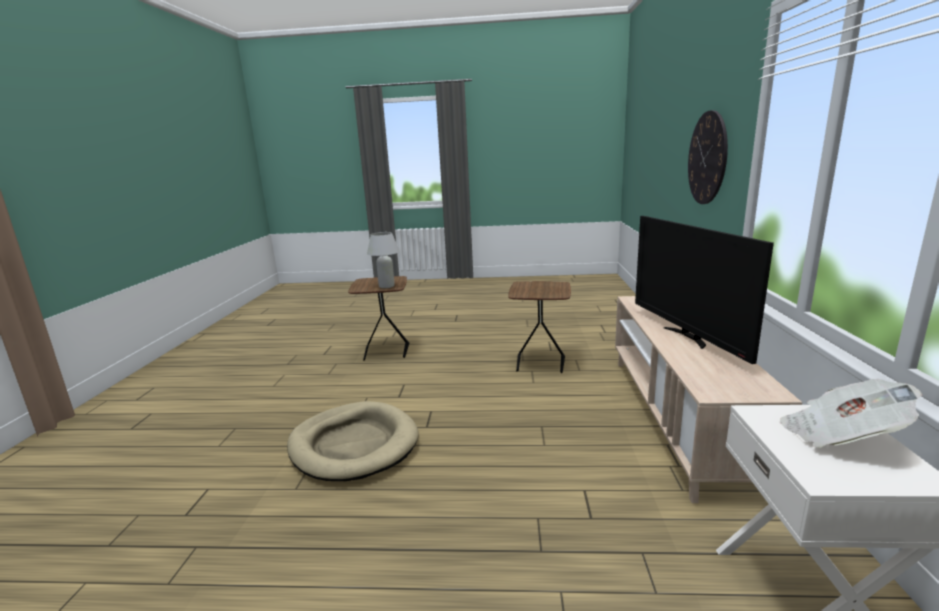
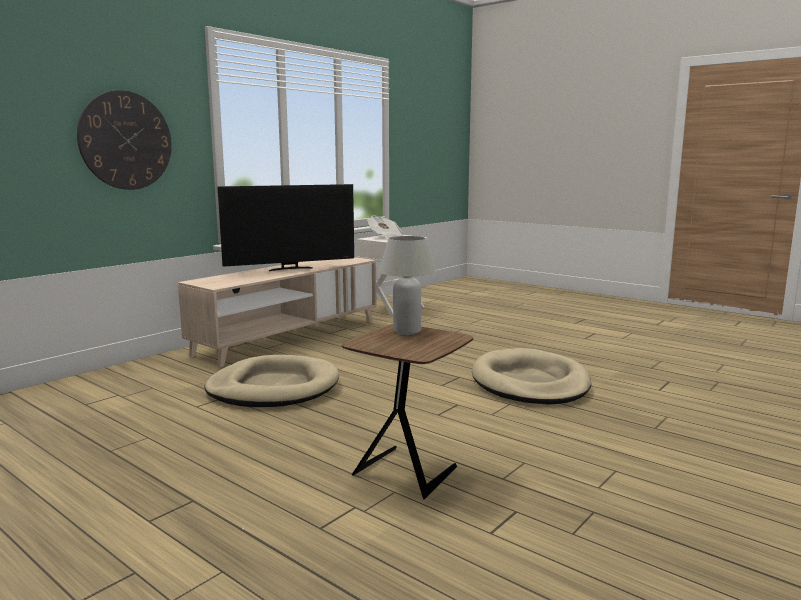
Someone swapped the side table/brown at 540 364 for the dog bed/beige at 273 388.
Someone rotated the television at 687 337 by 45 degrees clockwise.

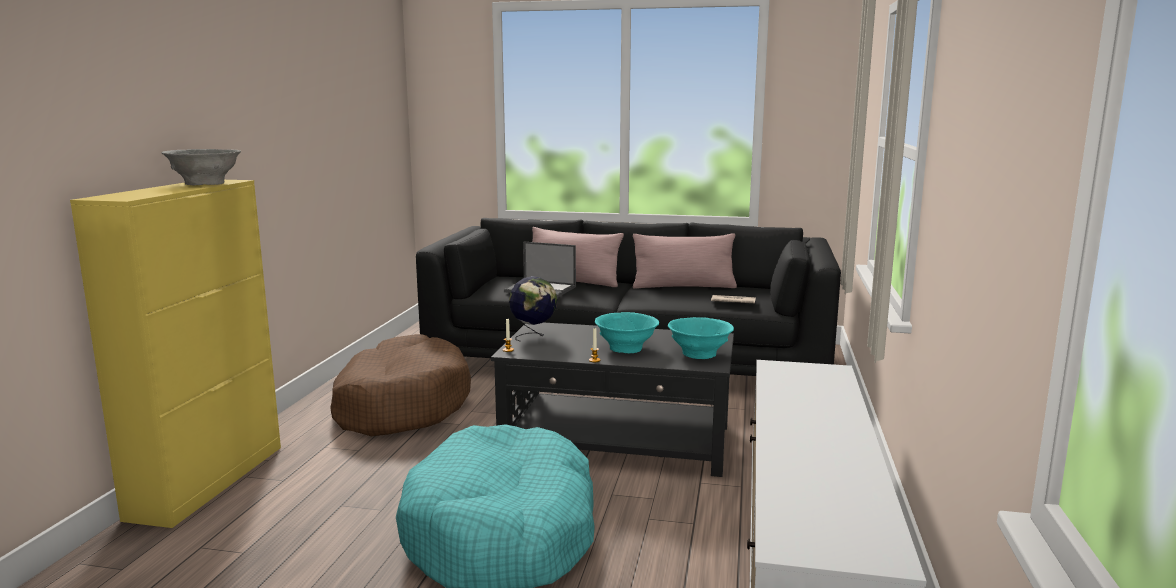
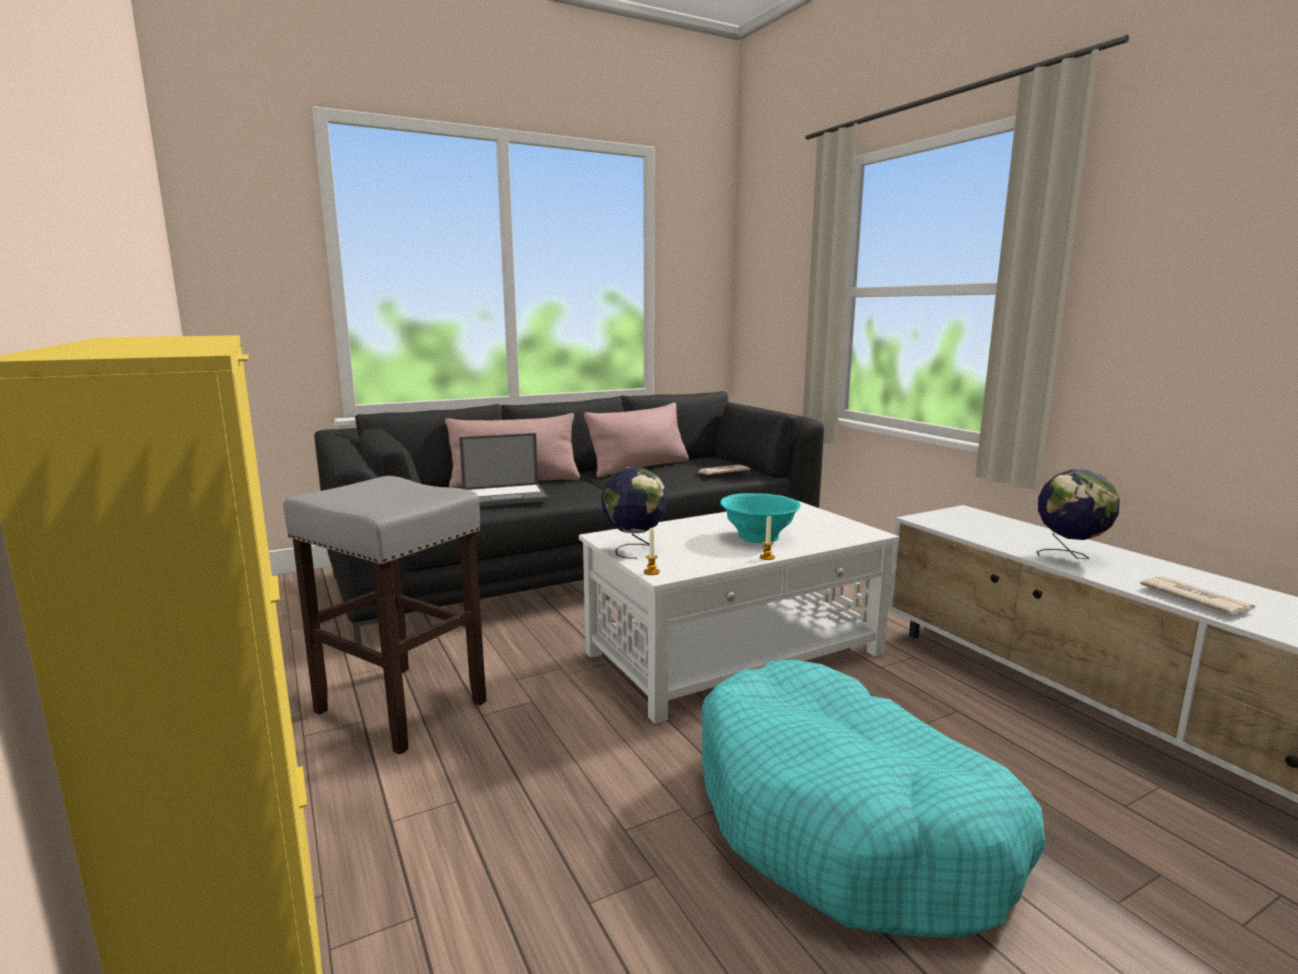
Someone took away the bowl/grey at 205 183.
Someone swapped the dog bed/brown at 400 405 for the stool/grey at 403 707.
Someone repainted the coffee table/black at 618 441, which became the coffee table/white at 736 653.
Someone took away the bowl/turquoise at 699 354.
Someone put down the globe at 1070 556.
Someone put down the newspaper at 1194 599.

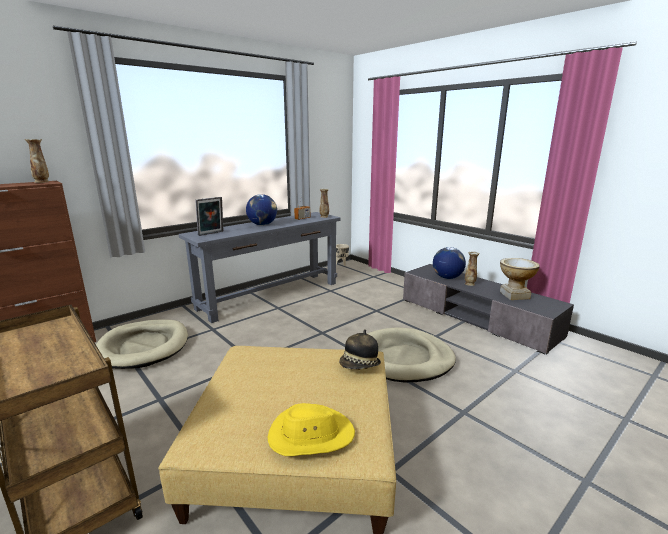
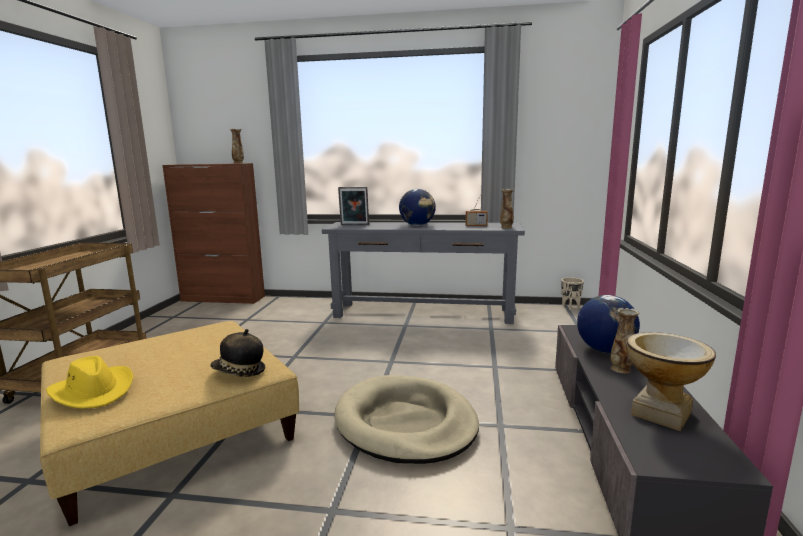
Someone took away the dog bed/beige at 144 347.

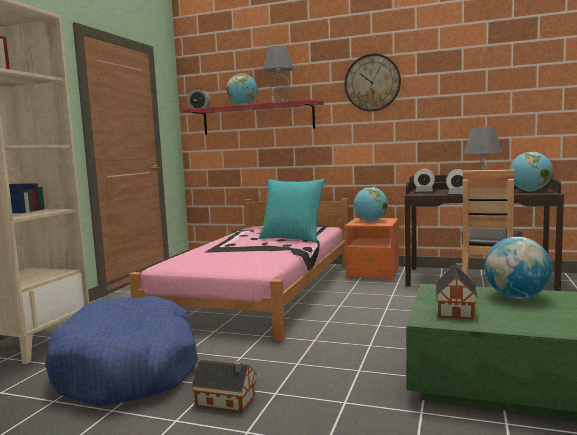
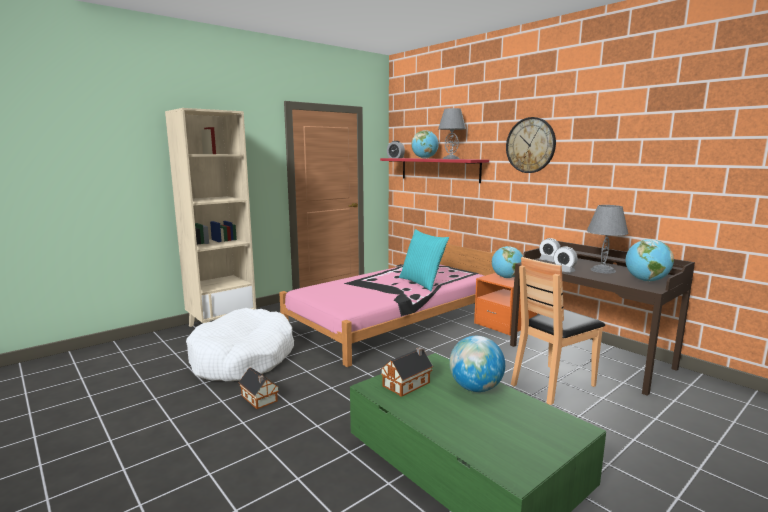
Someone repainted the dog bed/blue at 129 369, which became the dog bed/white at 243 358.

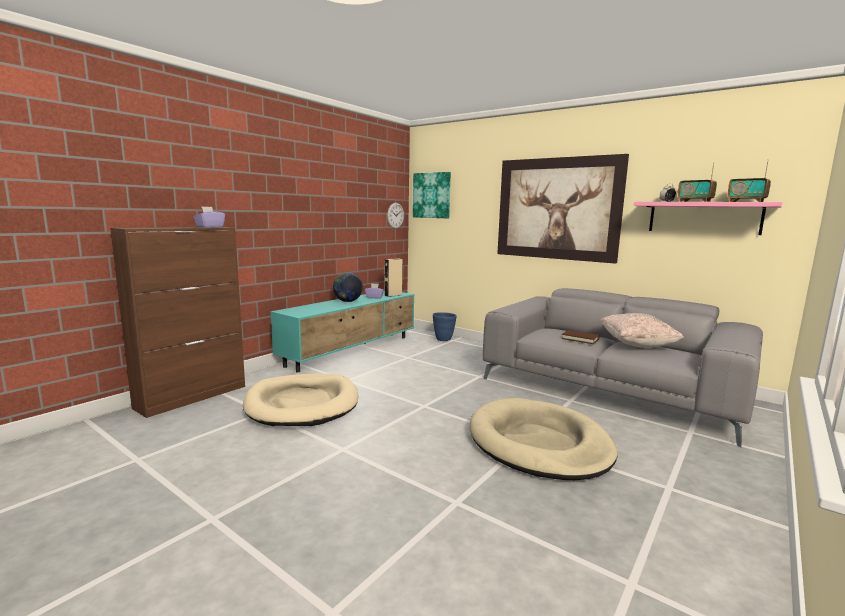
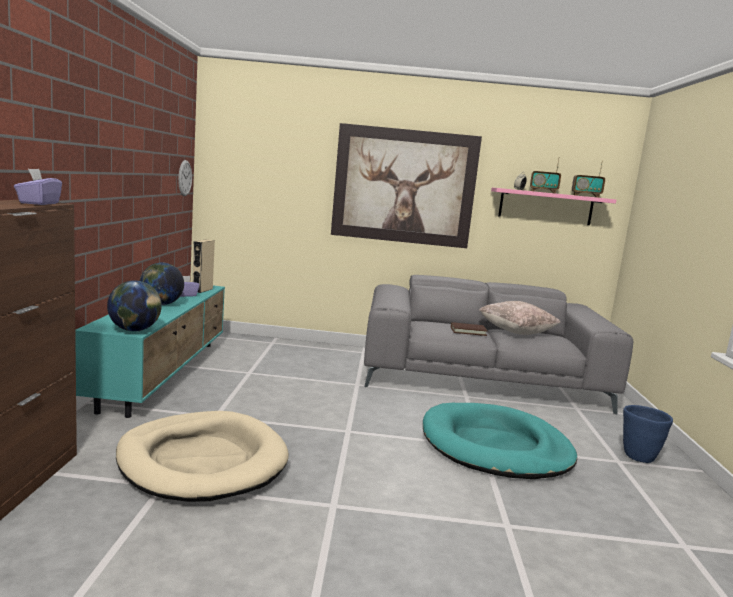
Someone took away the picture at 432 195.
Someone carried the planter/blue from 443 339 to 638 457.
Someone repainted the dog bed/beige at 539 443, which became the dog bed/turquoise at 495 447.
Someone put down the globe at 134 330.

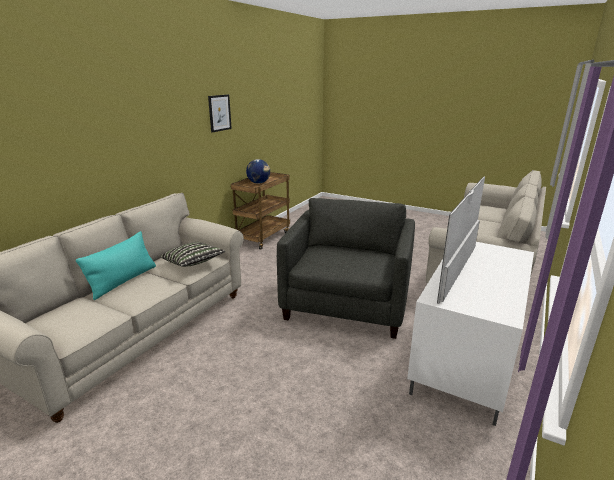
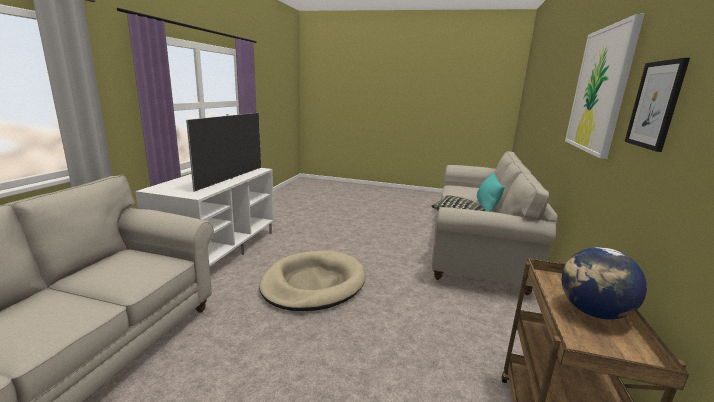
Someone swapped the armchair/grey at 347 304 for the dog bed/beige at 313 284.
Someone put up the picture at 599 90.

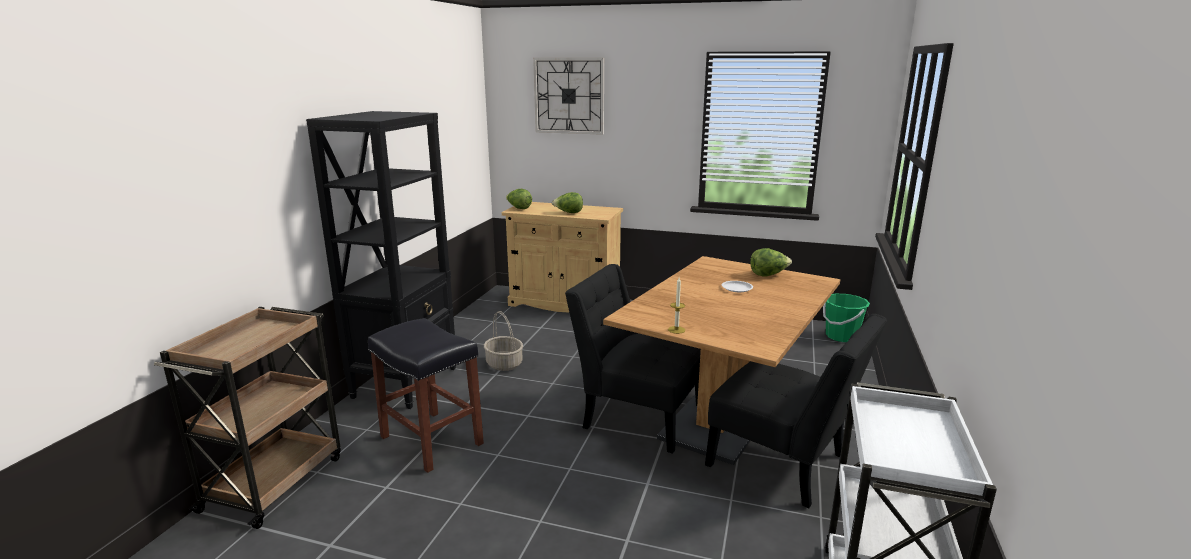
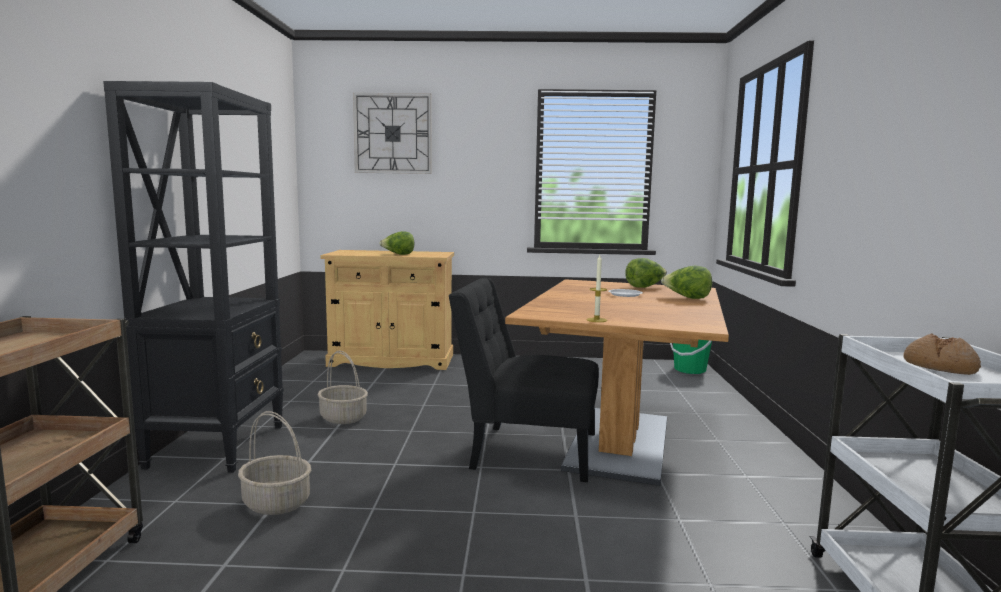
Someone swapped the stool/black at 433 440 for the basket at 277 503.
Someone carried the lettuce from 519 208 to 687 298.
Someone took away the chair/black at 783 464.
Someone put down the bread at 939 367.

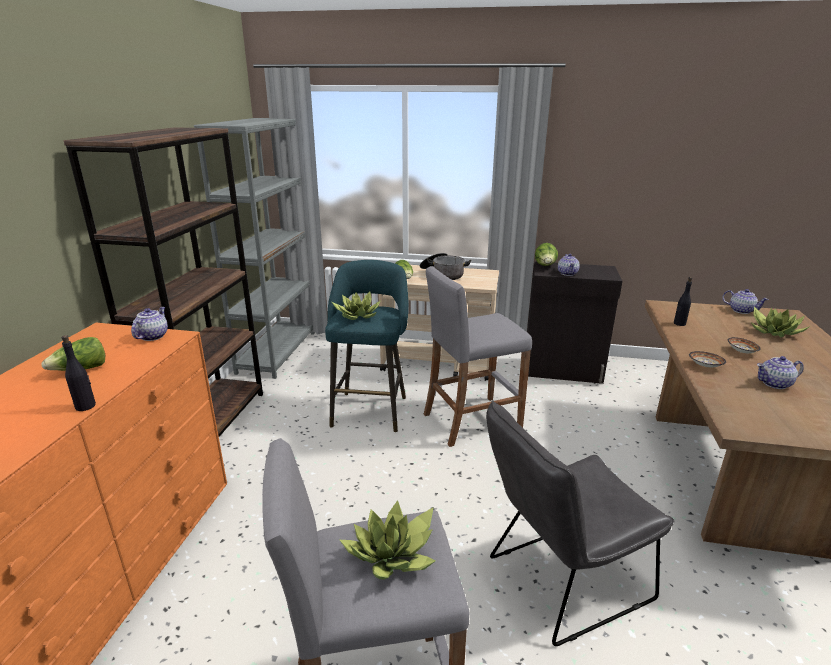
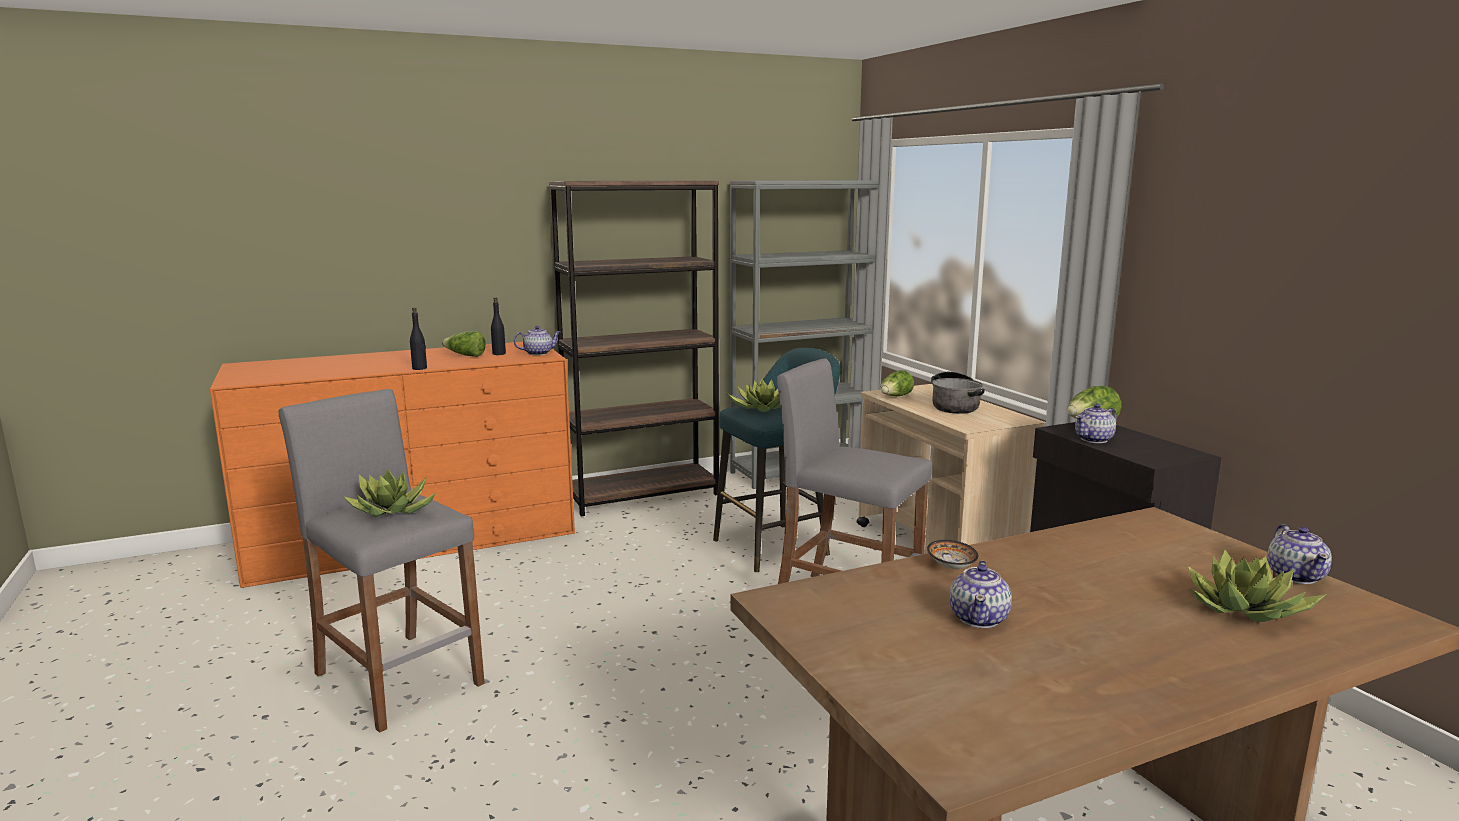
Someone took away the chair/grey at 560 581.
Someone carried the bottle/black from 679 324 to 499 354.
Someone took away the bowl at 741 352.
Someone rotated the teapot at 775 384 by 120 degrees counterclockwise.

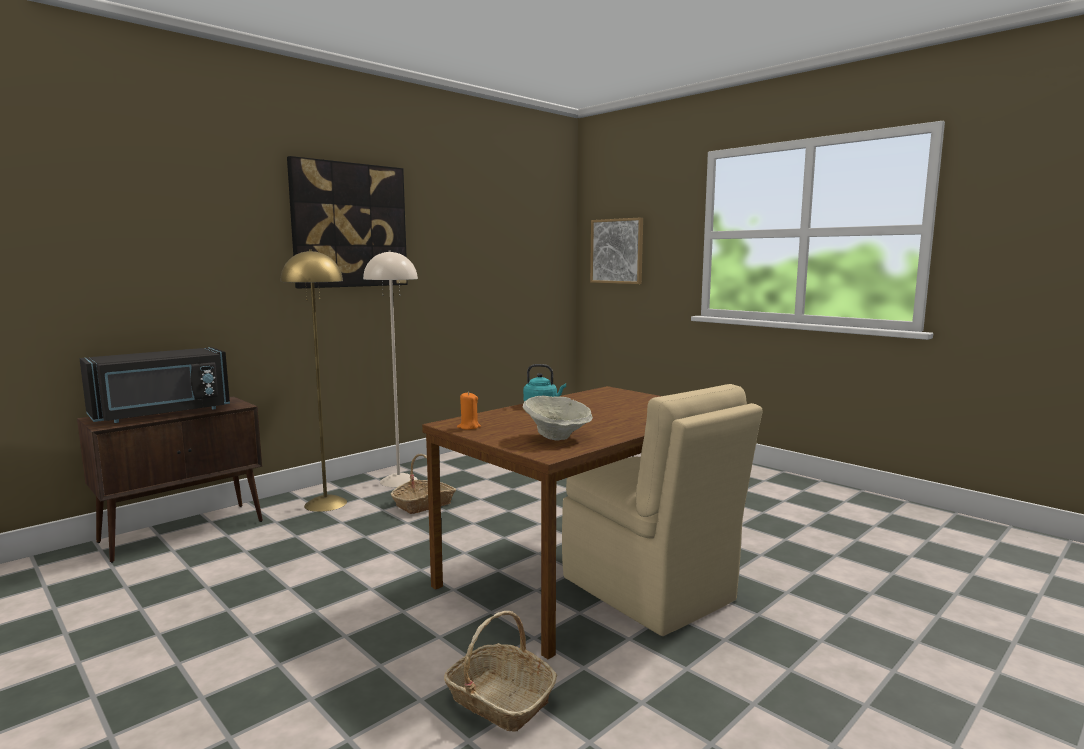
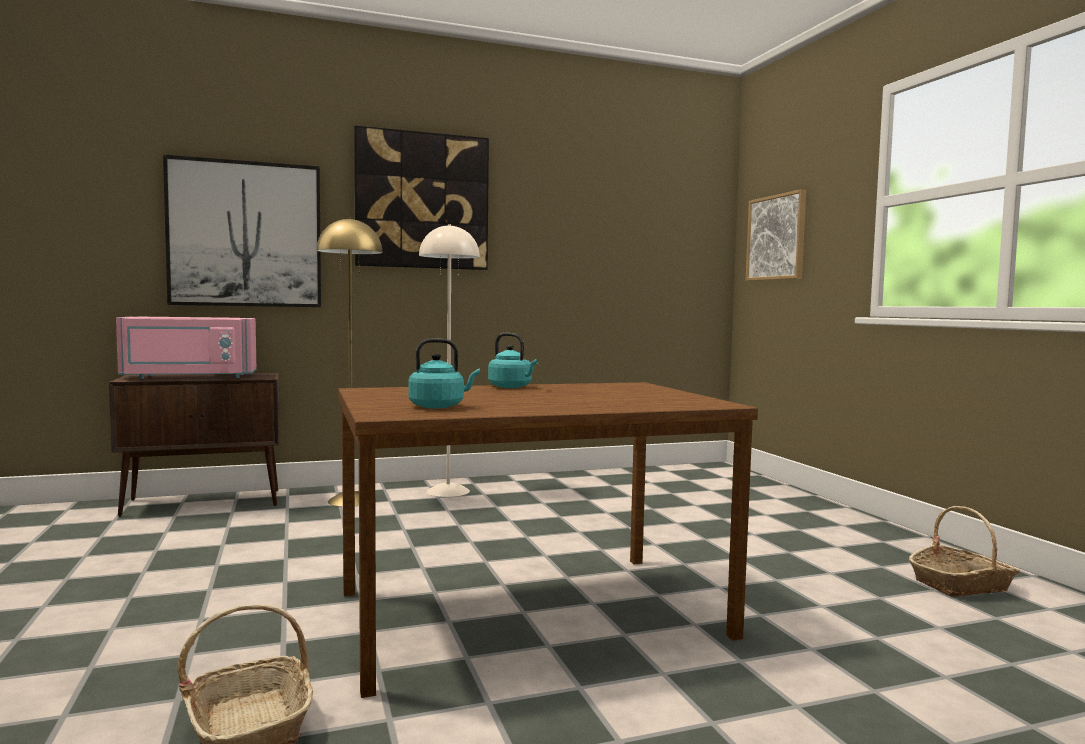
Someone repainted the microwave/black at 162 414, which became the microwave/pink at 189 377.
Someone carried the basket from 424 504 to 961 584.
Someone took away the candle/orange at 468 427.
Someone swapped the bowl/beige at 557 437 for the kettle/turquoise at 439 406.
Someone took away the chair/beige at 650 591.
Someone put up the picture at 245 234.

